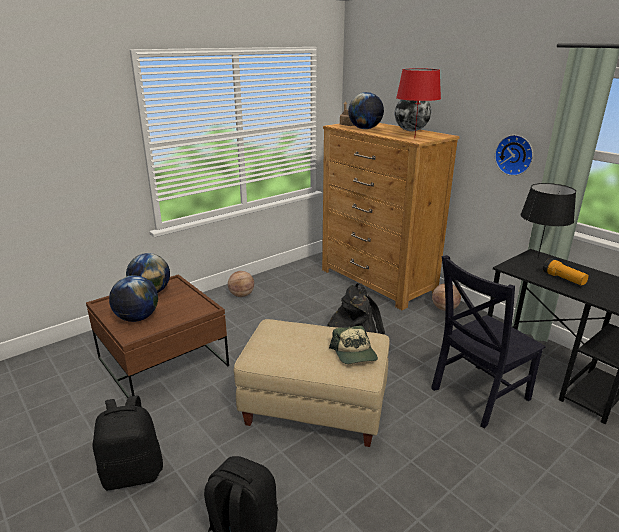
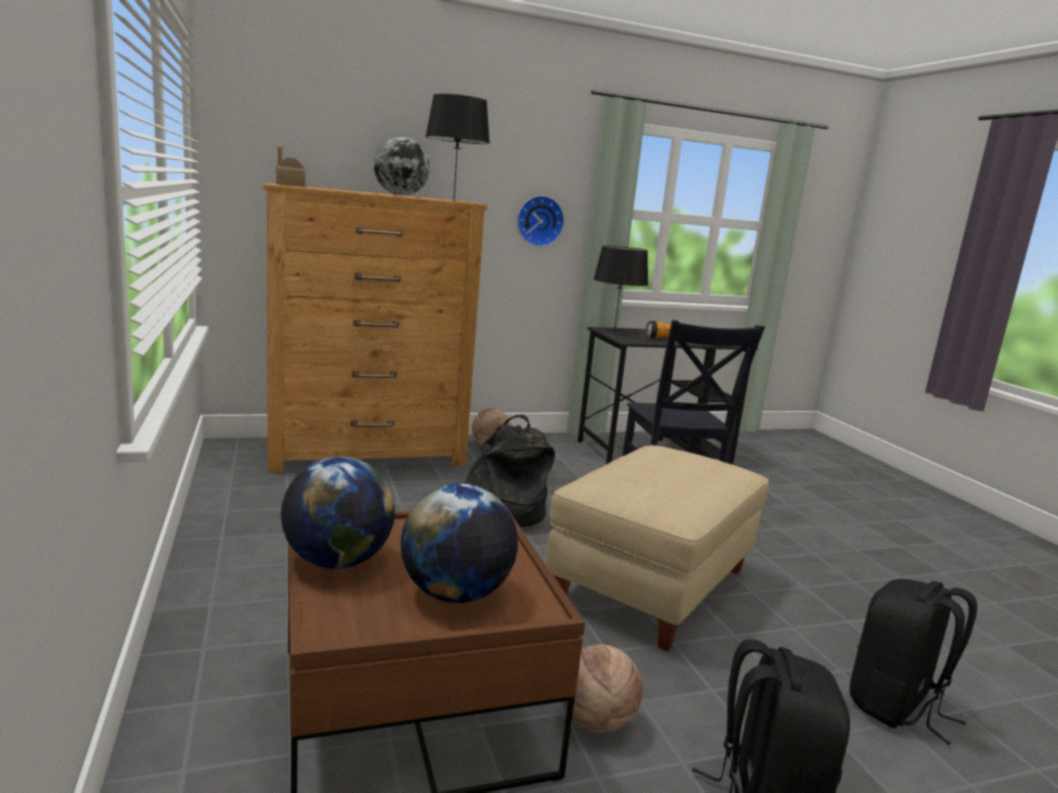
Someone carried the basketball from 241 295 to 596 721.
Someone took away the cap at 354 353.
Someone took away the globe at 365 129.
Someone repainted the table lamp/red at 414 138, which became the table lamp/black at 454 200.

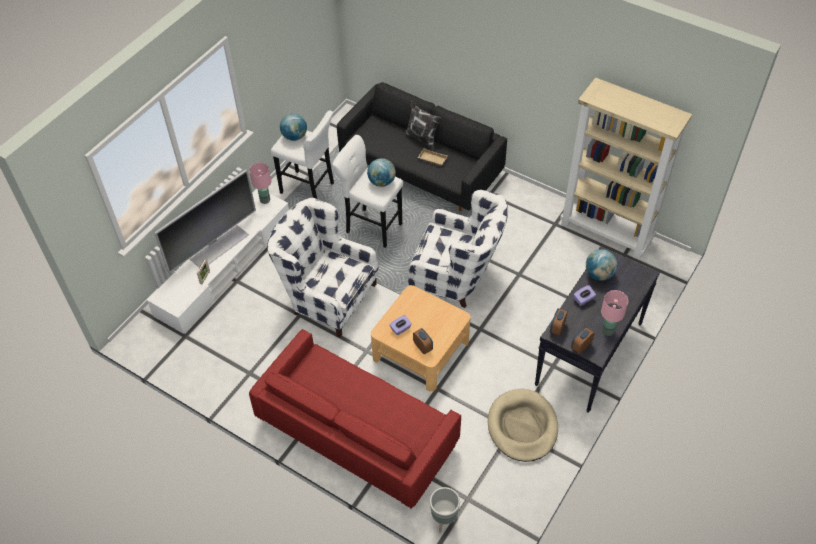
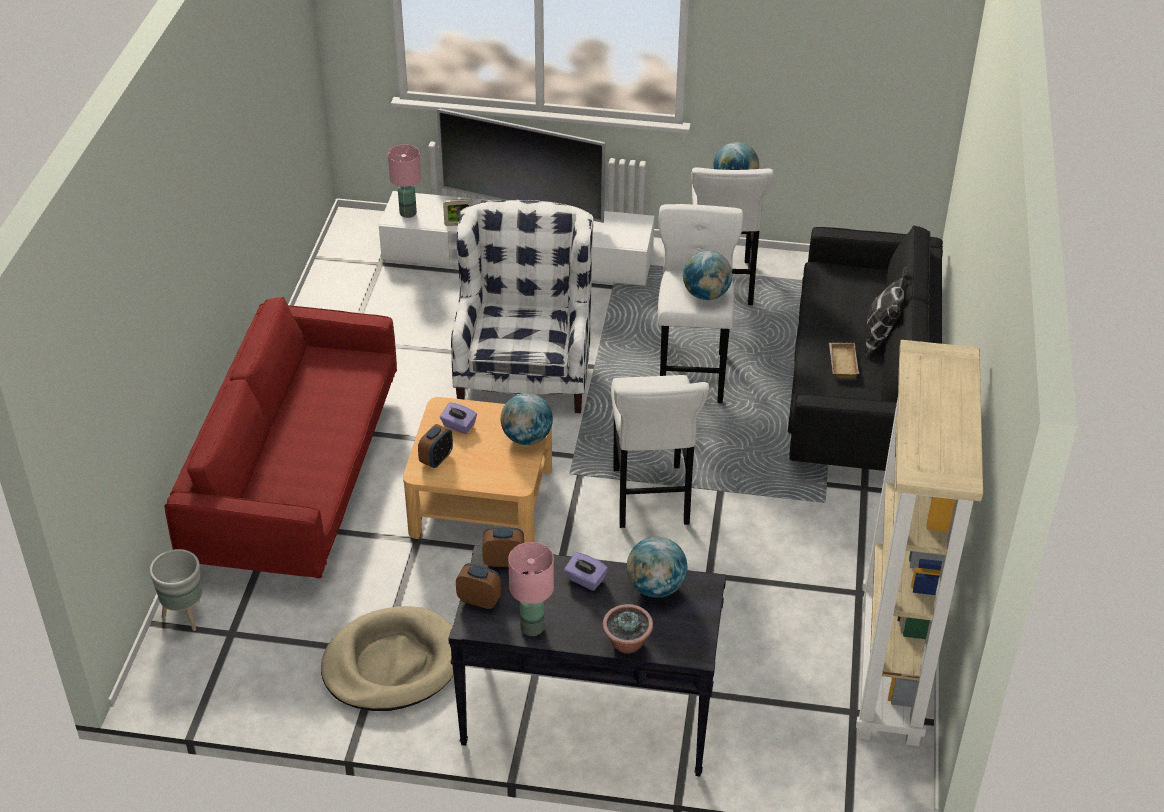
Someone carried the table lamp/pink from 265 200 to 408 213.
Someone swapped the armchair/white at 457 278 for the stool/white at 650 500.
Someone put down the globe at 526 438.
Someone put down the potted plant at 627 644.

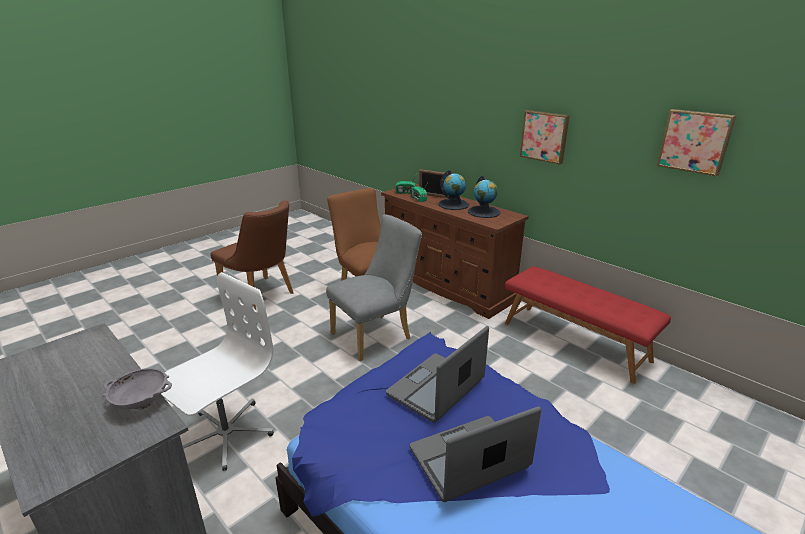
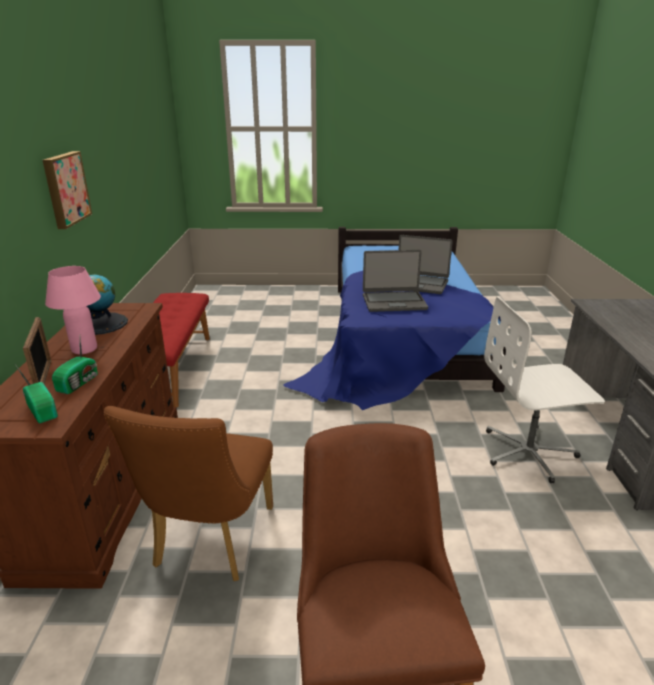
Someone took away the bowl/grey at 142 402.
Someone took away the chair/grey at 376 335.
Someone swapped the globe at 453 204 for the table lamp/pink at 84 349.
Someone took away the picture at 695 141.

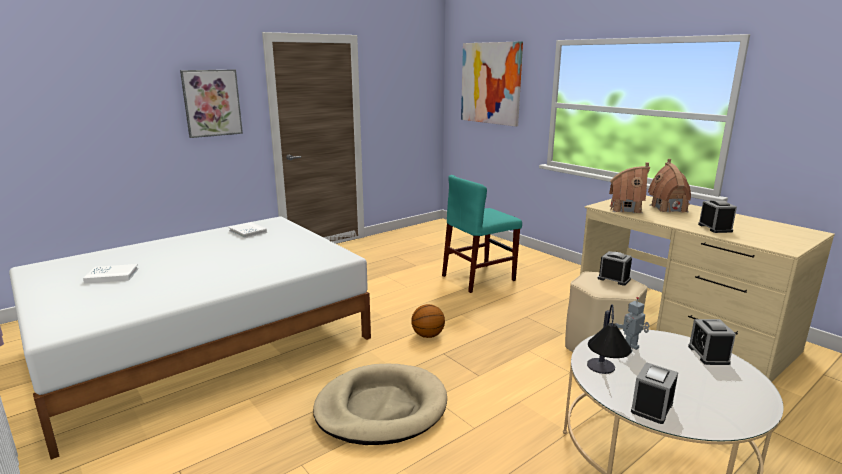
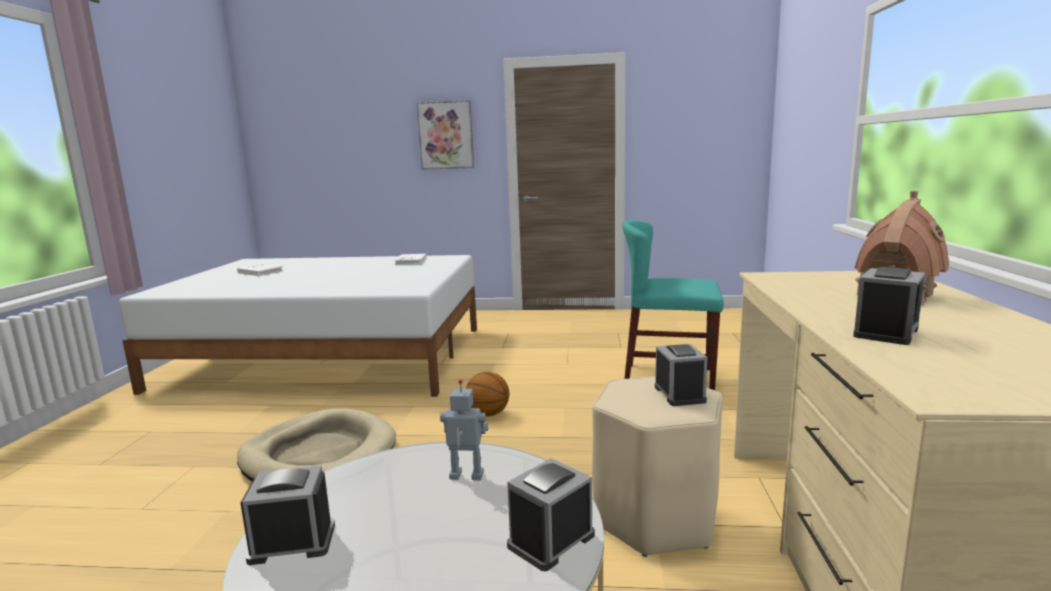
Someone took away the picture at 491 83.
Someone took away the table lamp at 602 381.
Someone took away the toy house at 625 209.

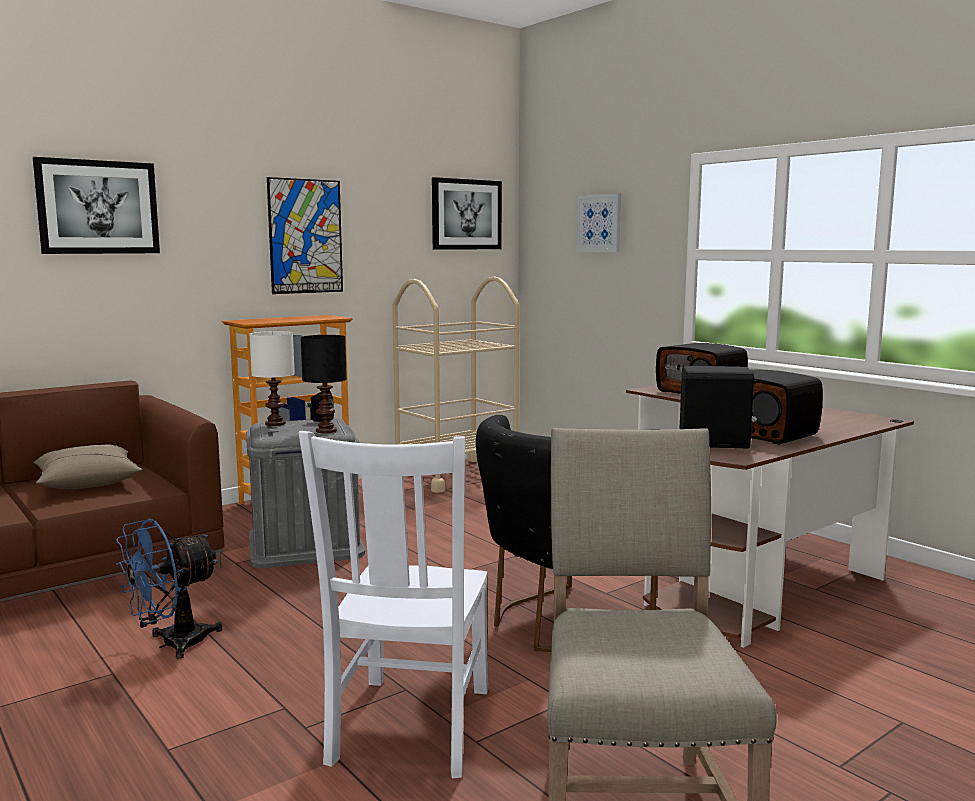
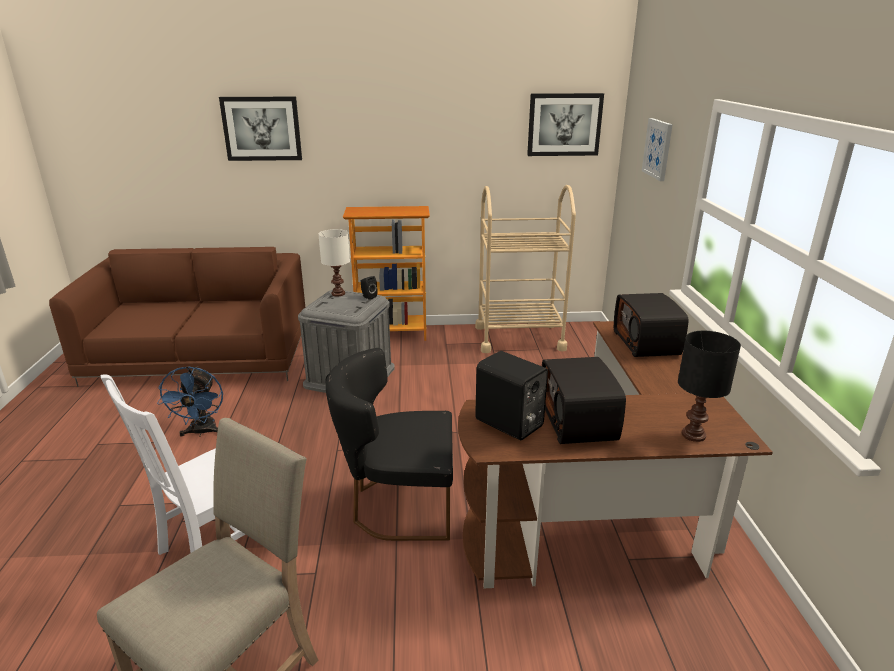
Someone took away the pillow/beige at 87 482.
Someone rotated the fan/blue at 172 644 by 90 degrees counterclockwise.
Someone took away the picture at 305 236.
Someone carried the table lamp/black from 327 431 to 694 435.

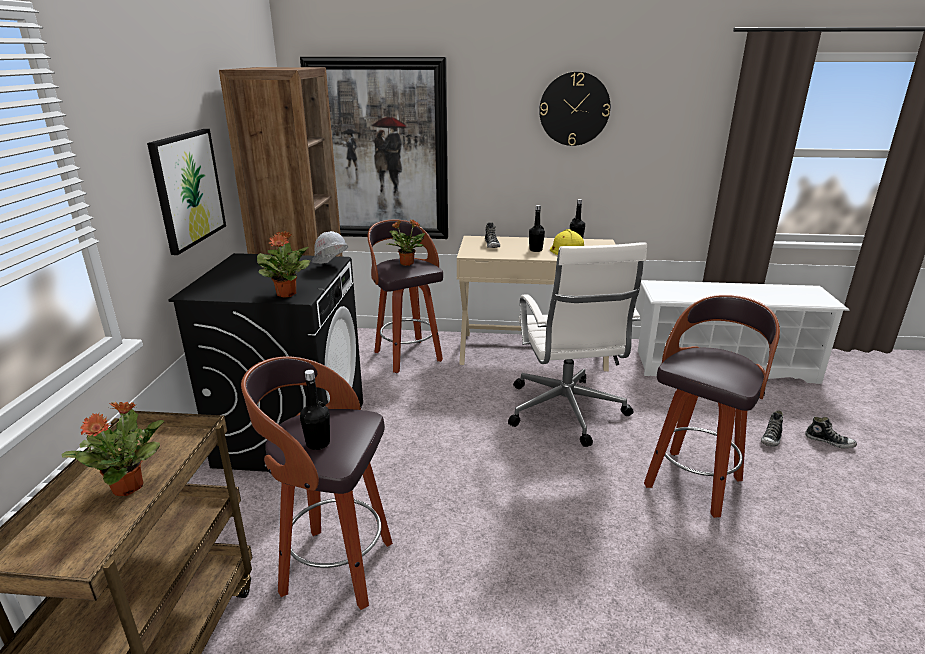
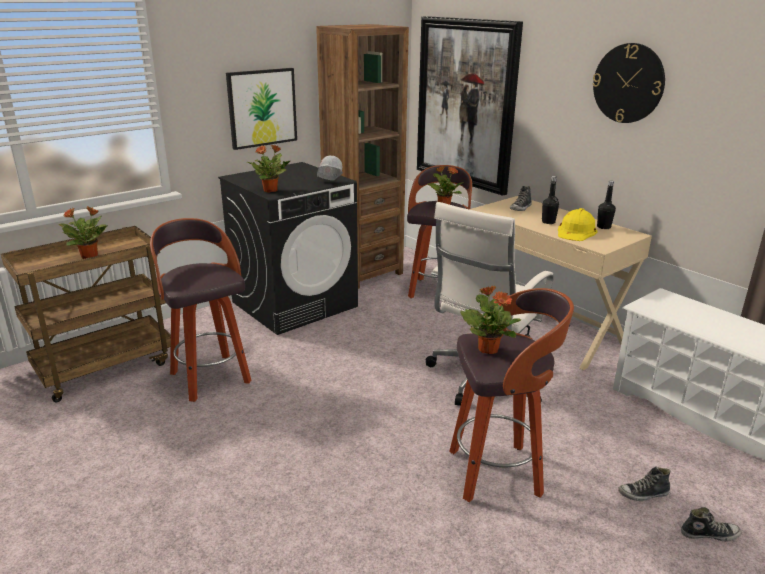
Someone took away the bottle/black at 318 443.
Someone rotated the shoe at 829 441 by 75 degrees counterclockwise.
Someone put down the potted plant at 488 349.

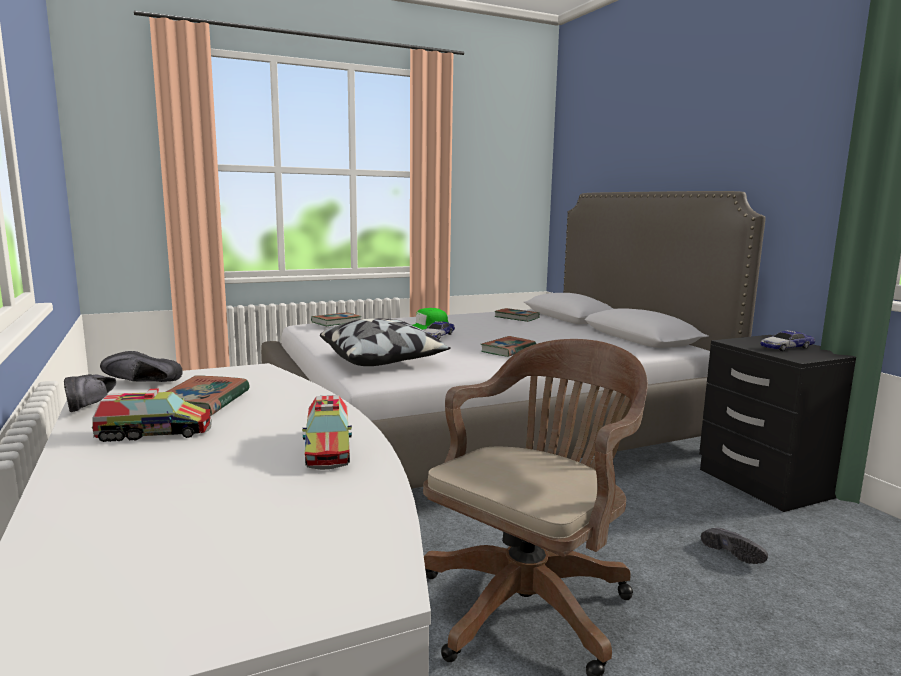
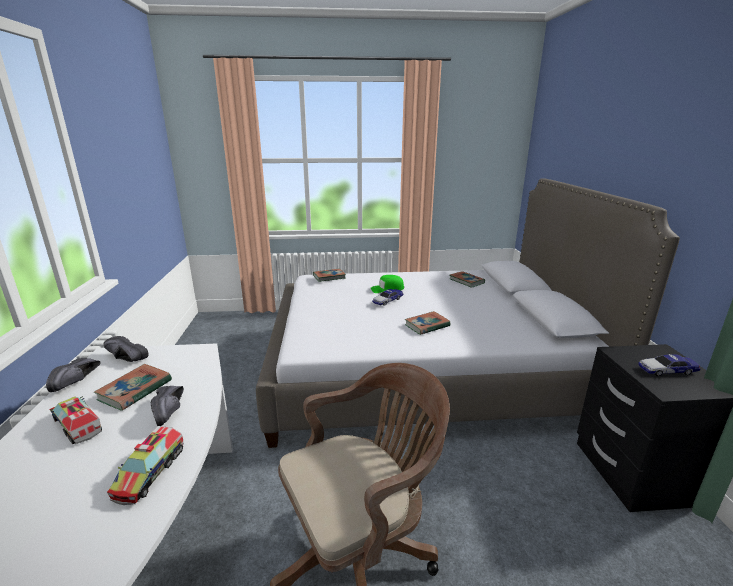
Someone rotated the toy truck at 155 433 by 150 degrees counterclockwise.
Someone took away the pillow at 383 360.
Someone carried the shoe/black from 734 553 to 171 412.

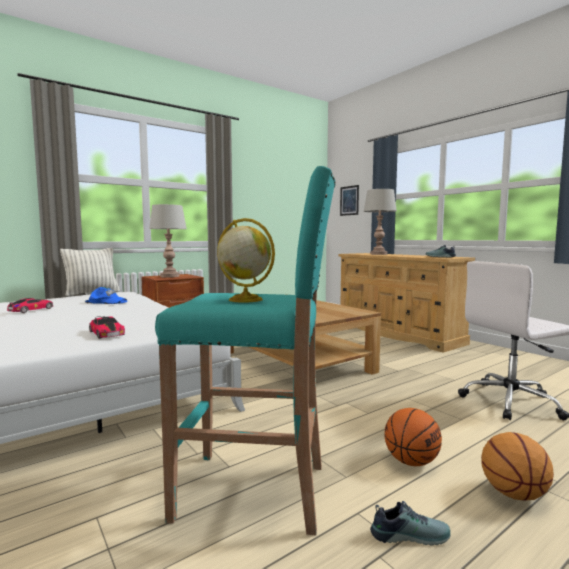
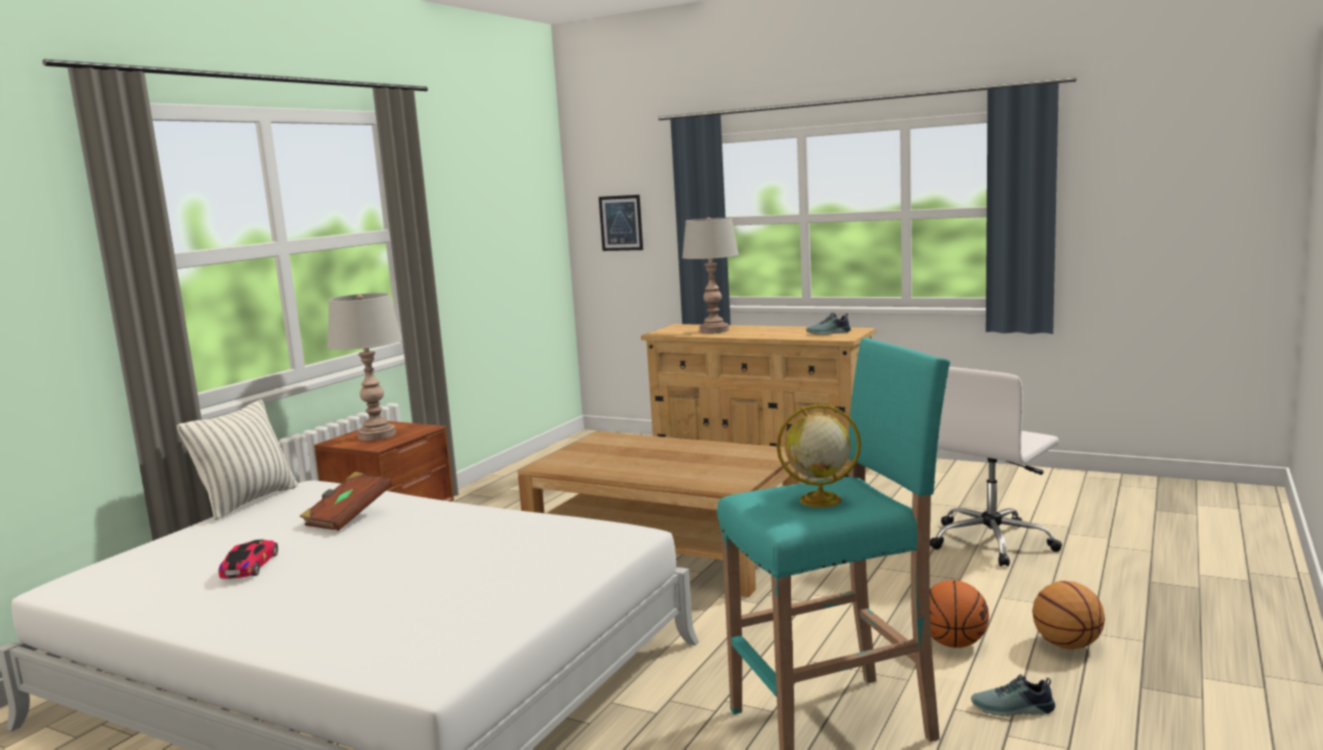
Someone swapped the cap/blue at 107 302 for the book/brown at 348 517.
Someone took away the toy car at 106 333.
Someone rotated the shoe at 409 534 by 150 degrees counterclockwise.

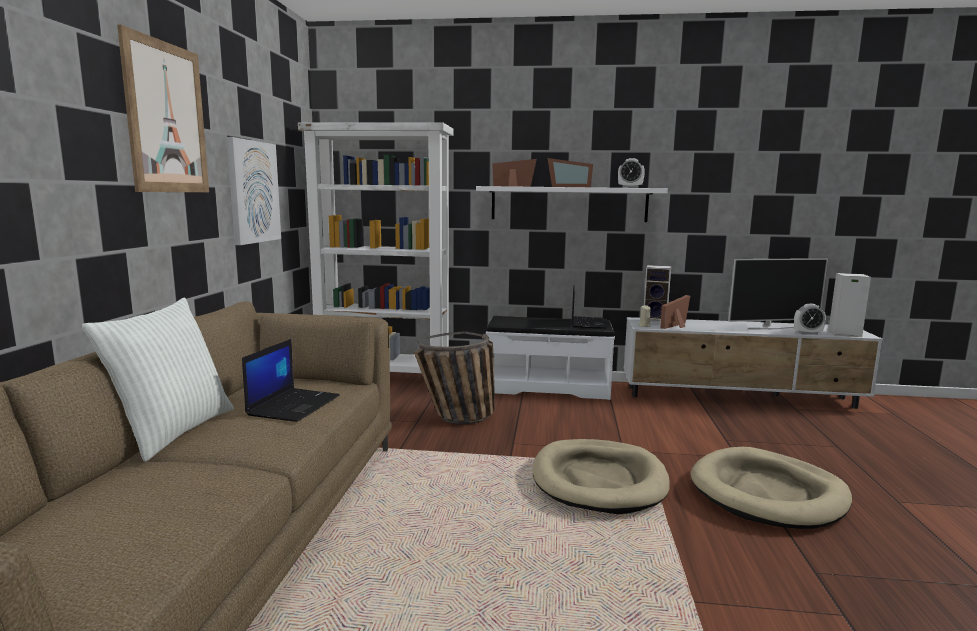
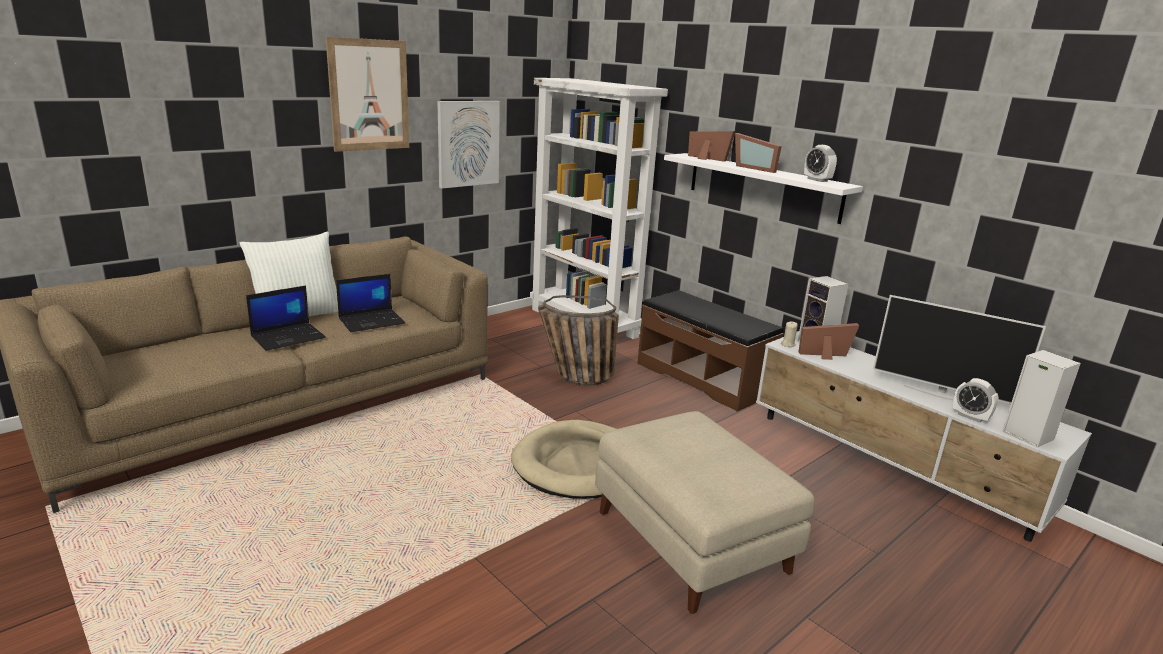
Someone repainted the bench/white at 547 387, which became the bench/brown at 703 378.
Someone carried the laptop from 587 323 to 289 337.
Someone swapped the dog bed/beige at 768 493 for the ottoman/beige at 692 542.

